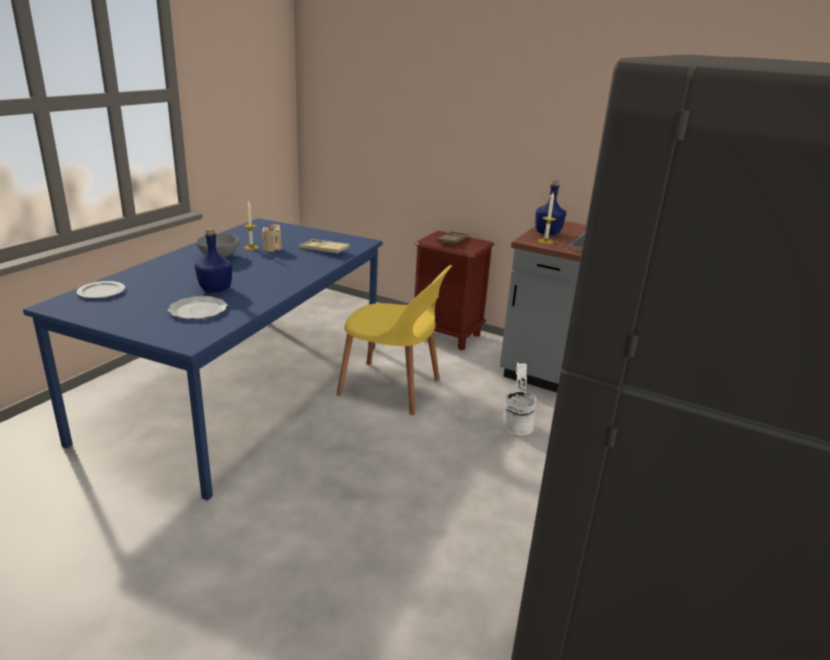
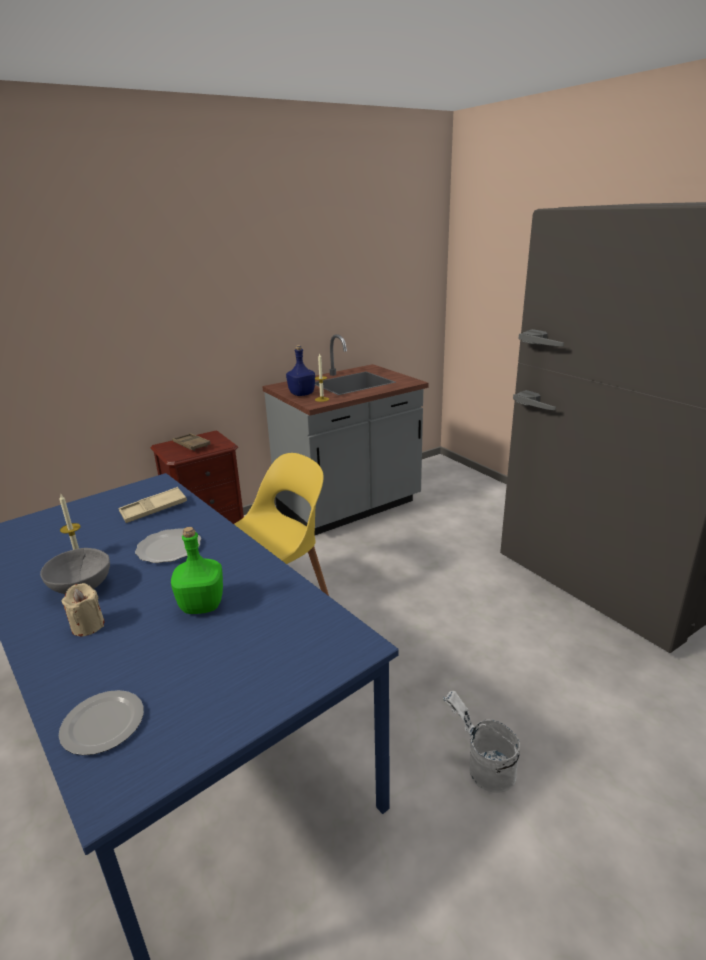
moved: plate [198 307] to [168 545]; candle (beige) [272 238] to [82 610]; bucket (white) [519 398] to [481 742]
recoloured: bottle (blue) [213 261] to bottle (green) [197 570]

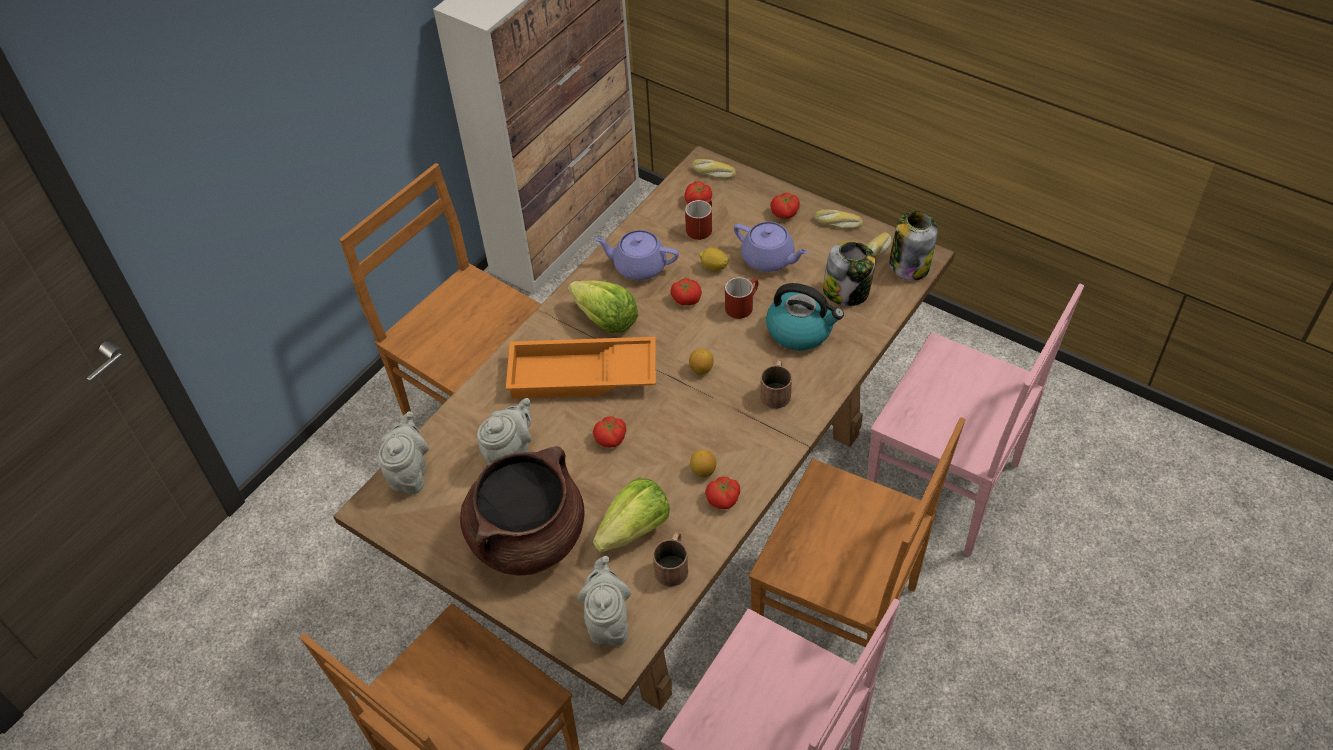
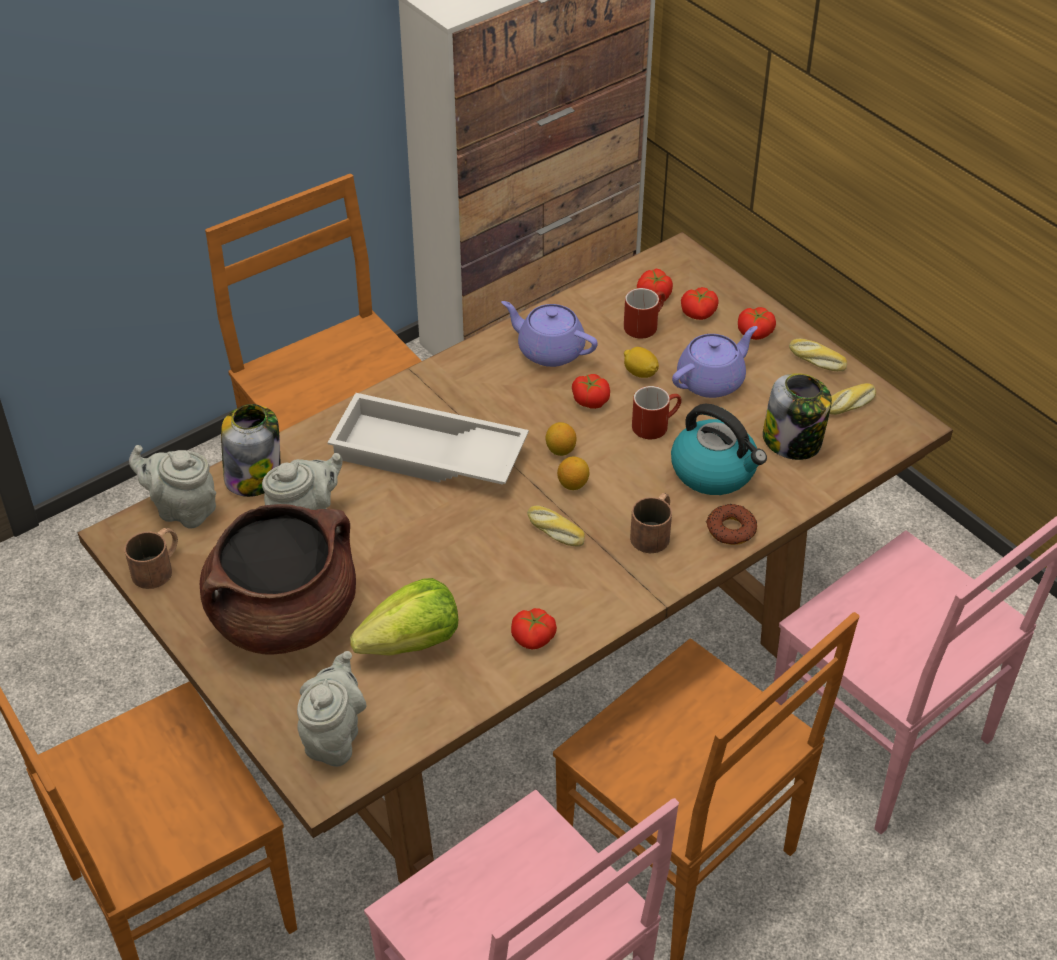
removed: lettuce [603 307]
added: donut [731 524]
moved: tomato [609 432] to [700 303]; mug (brown) [670 559] to [151 558]; lemon [703 463] to [560 439]; bread [714 169] to [556 526]; jar [913 246] to [251 450]
recoloured: tray (orange) [581 368] to tray (white) [428 439]
turned: teapot (grey) [404 452] = [172 487] 90 degrees counterclockwise; teapot (purple) [771 247] = [715 362] 90 degrees counterclockwise

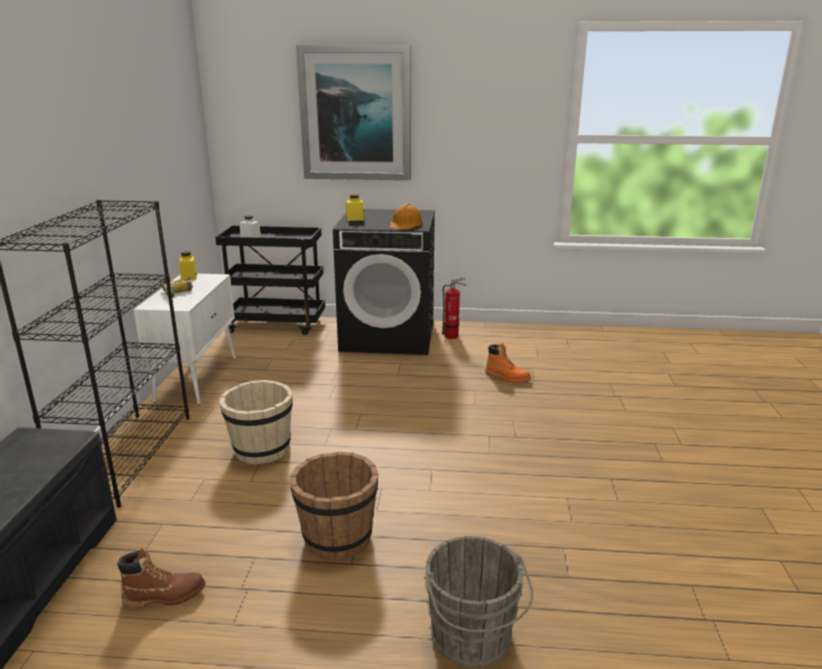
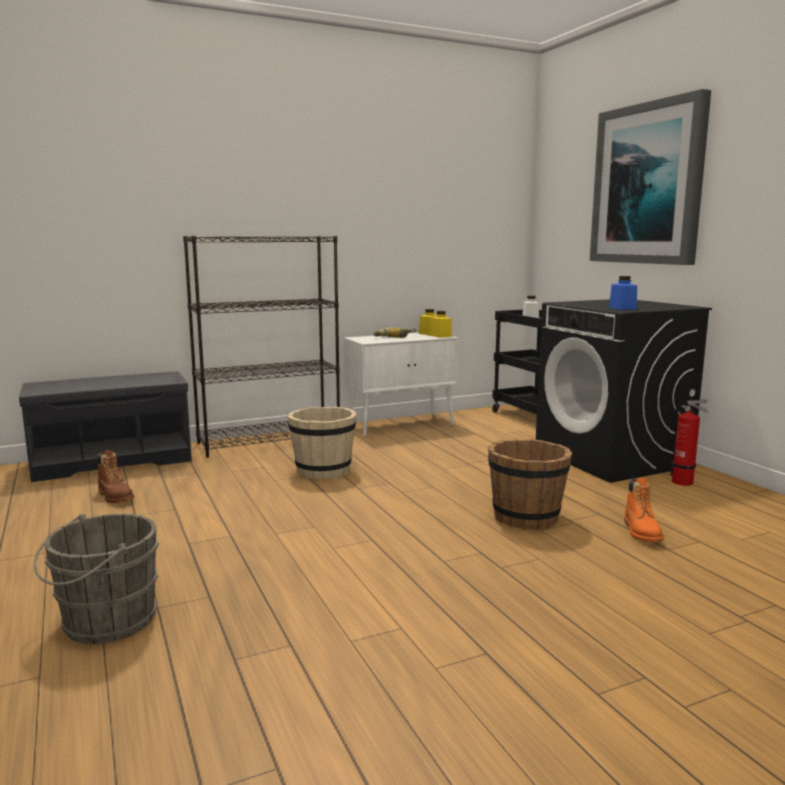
moved: bucket (brown) [334 506] to [530 484]; jar (yellow) [355 207] to [441 324]
replaced: hard hat (orange) [406 217] to jar (blue) [623 293]

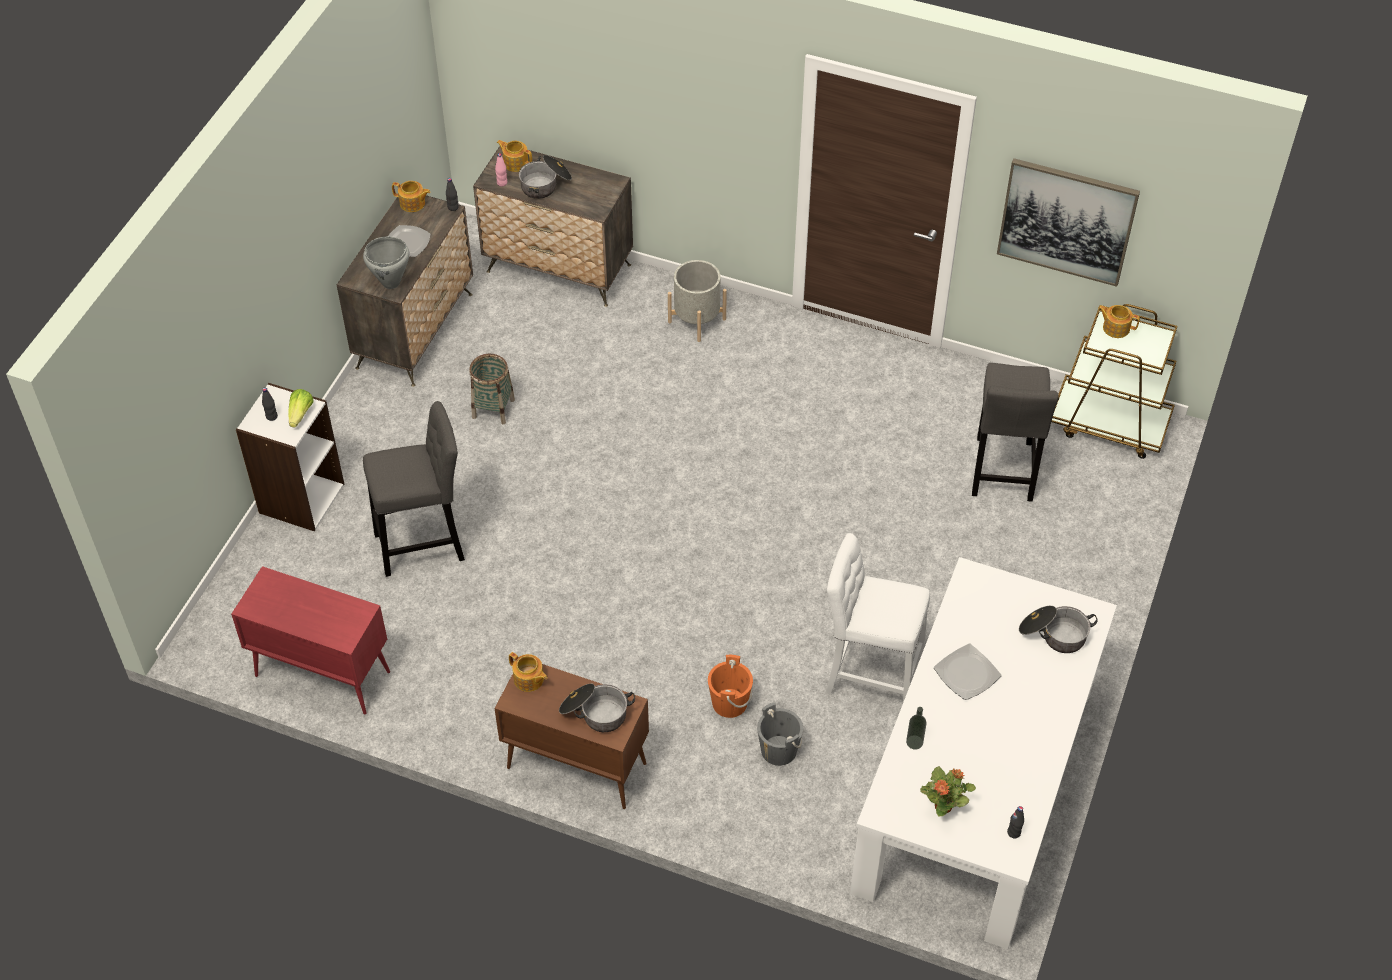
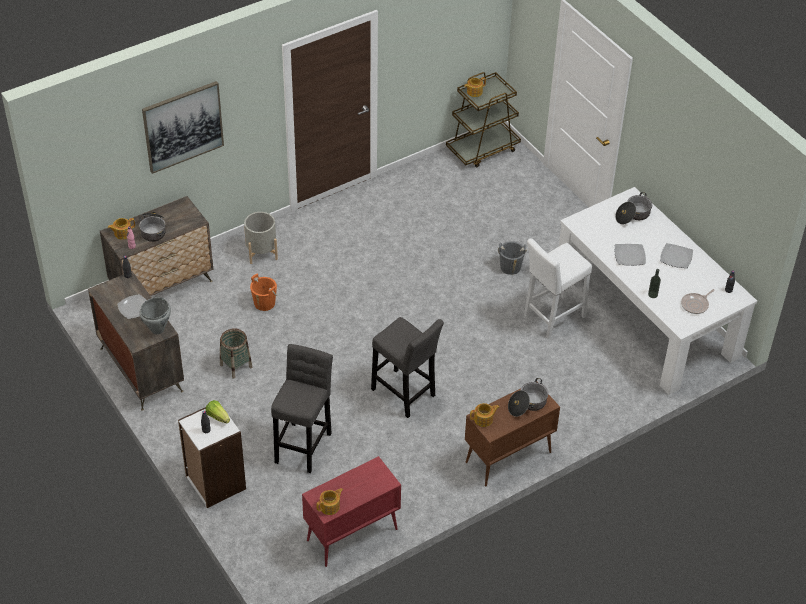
added: plate [676 255]
moved: teapot [411 196] to [329 501]; bucket (orange) [730 686] to [263 292]; bucket (grey) [780 734] to [512 258]; stool (grey) [1015 432] to [407 367]; picture [1068 222] to [183 127]
replaced: potted plant [948 791] to frying pan [698 301]

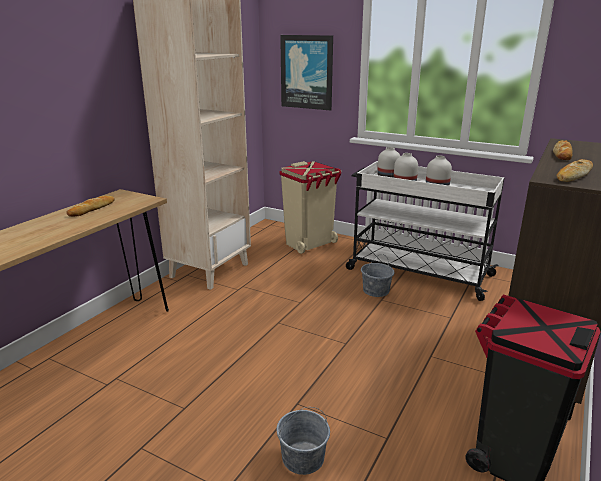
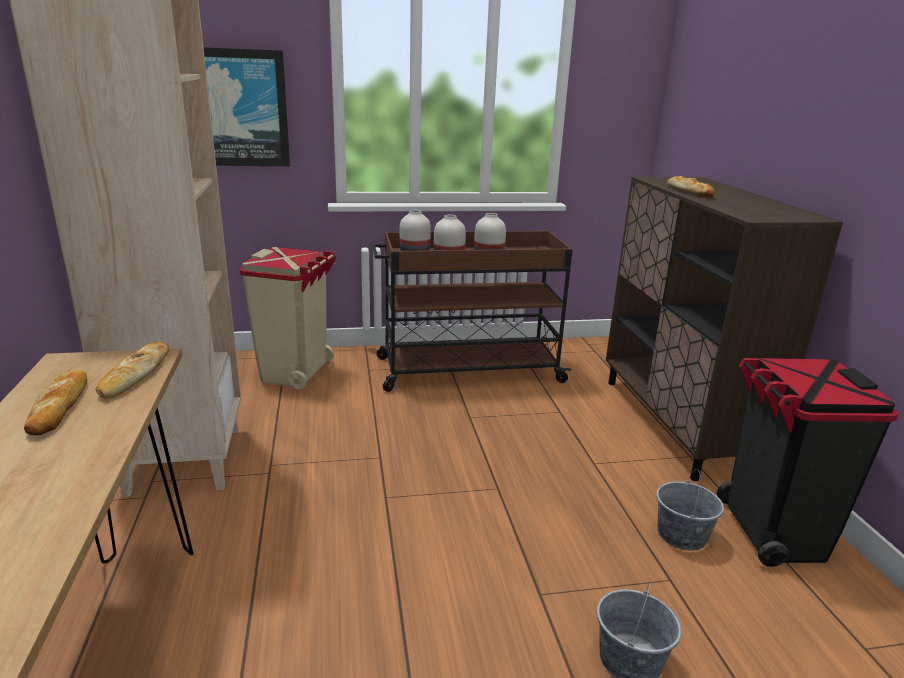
moved: bucket (grey) [377 275] to [690 509]; bread [574 170] to [132 370]
recoloured: cart (white) [425 231] to cart (brown) [472 311]

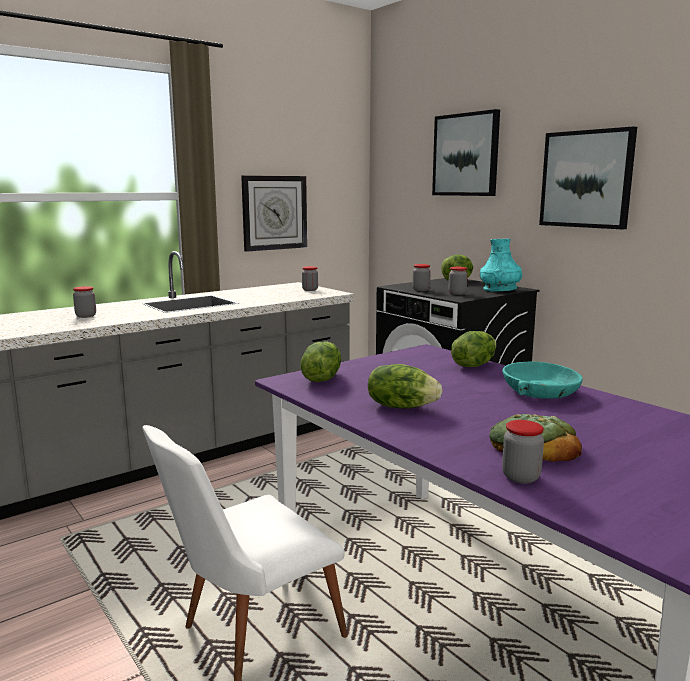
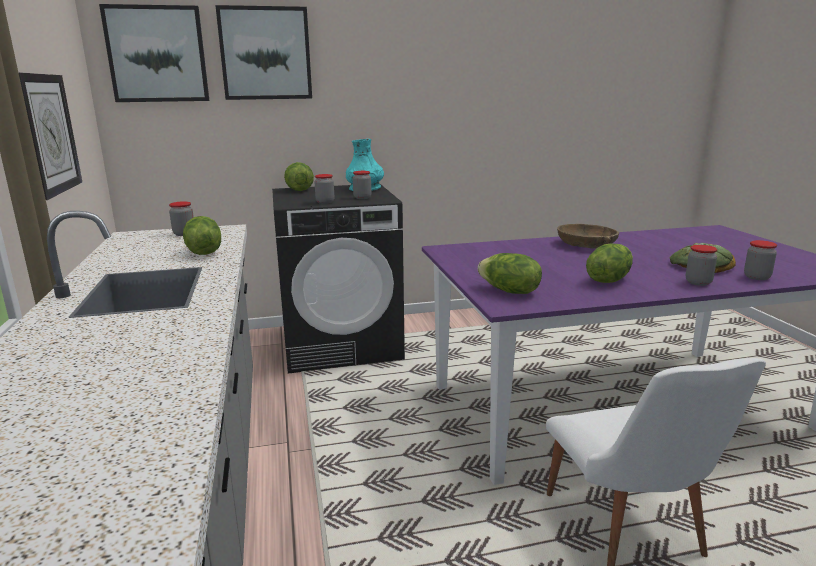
moved: jar [84 302] to [701 265]; lettuce [473 349] to [202 235]; picture [588 177] to [154 53]
recoloured: bowl (turquoise) [542 380] to bowl (brown) [588 236]

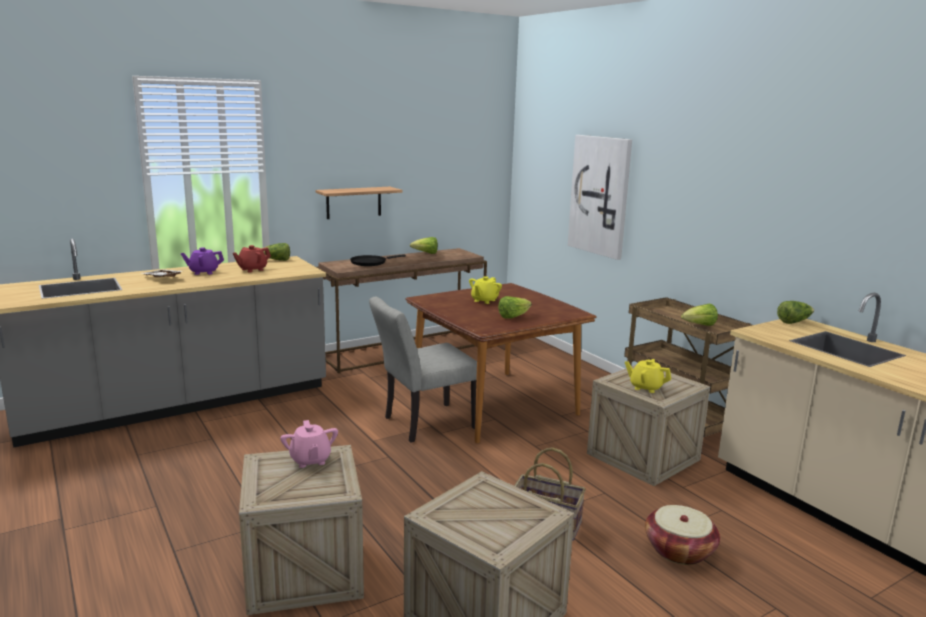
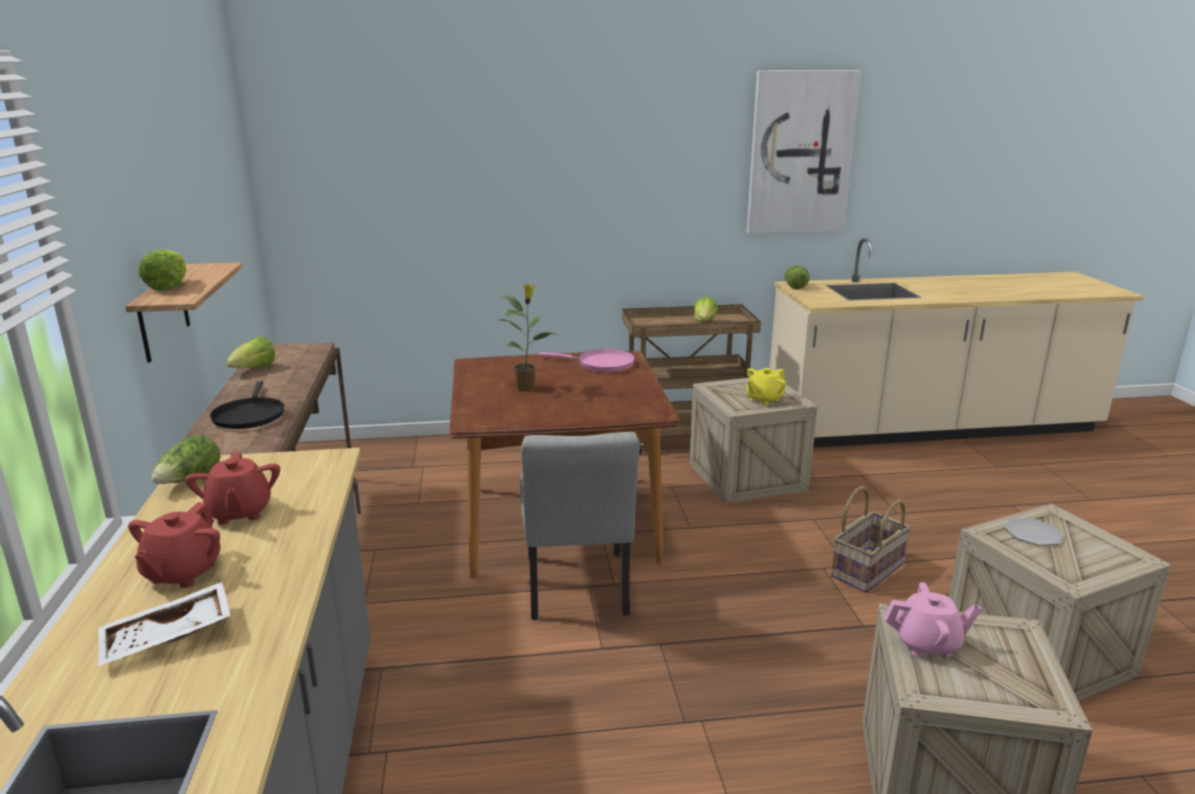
removed: basket [682 535]
added: frying pan (pink) [587 360]; plate [1034 532]
moved: lettuce [515 307] to [163 270]; picture [600 197] to [804 152]
replaced: teapot (yellow) [485 290] to potted plant [529 337]
recoloured: teapot (purple) [202 261] to teapot (red) [174 545]

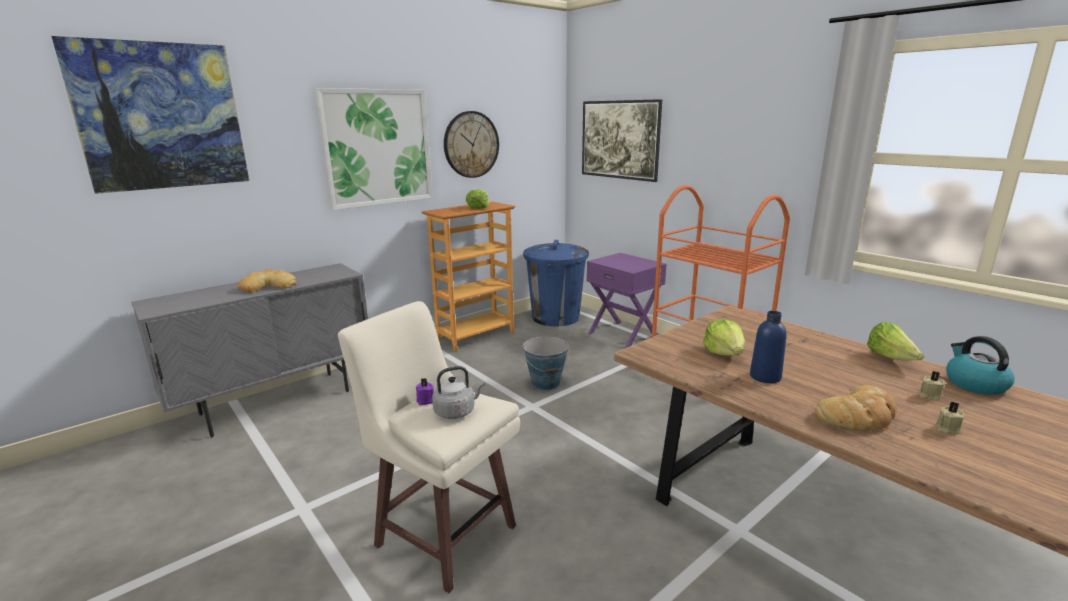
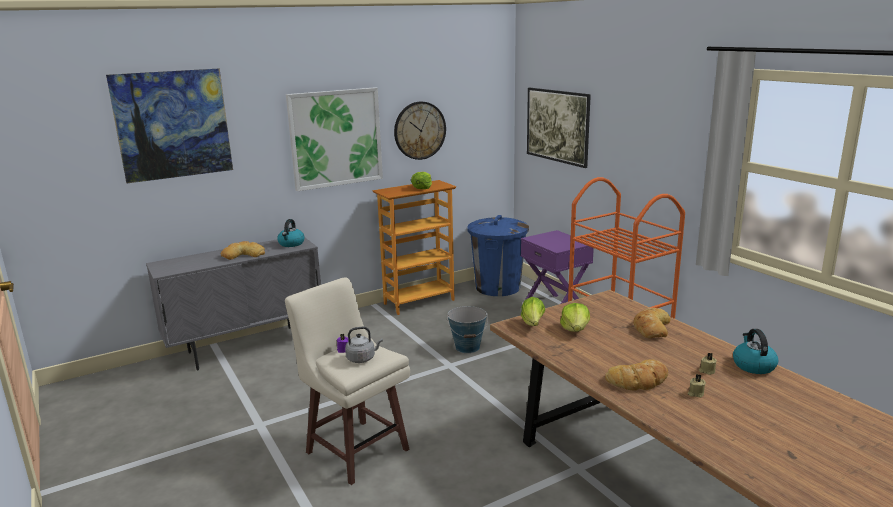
removed: bottle (blue) [768 347]
added: kettle [291 233]; bread [651 323]
moved: lettuce [895 341] to [533 311]

